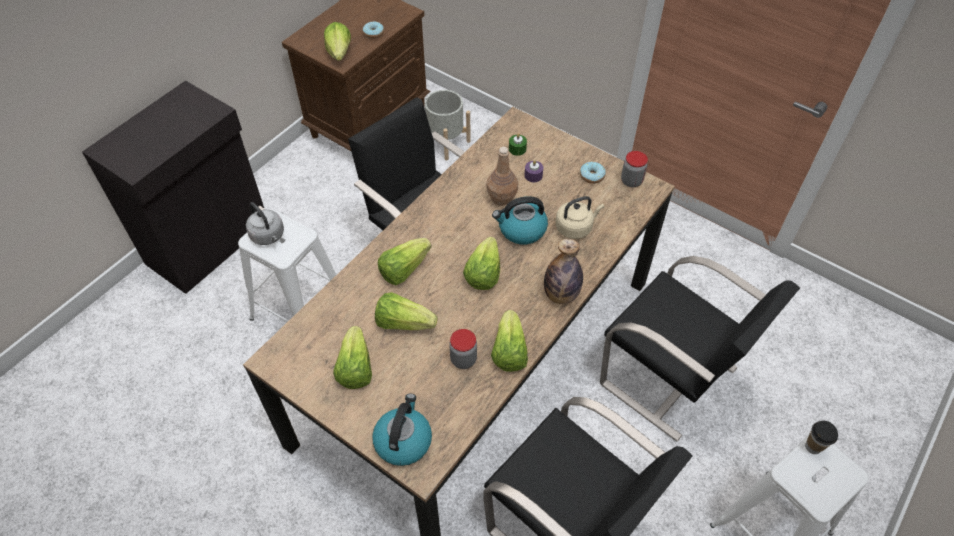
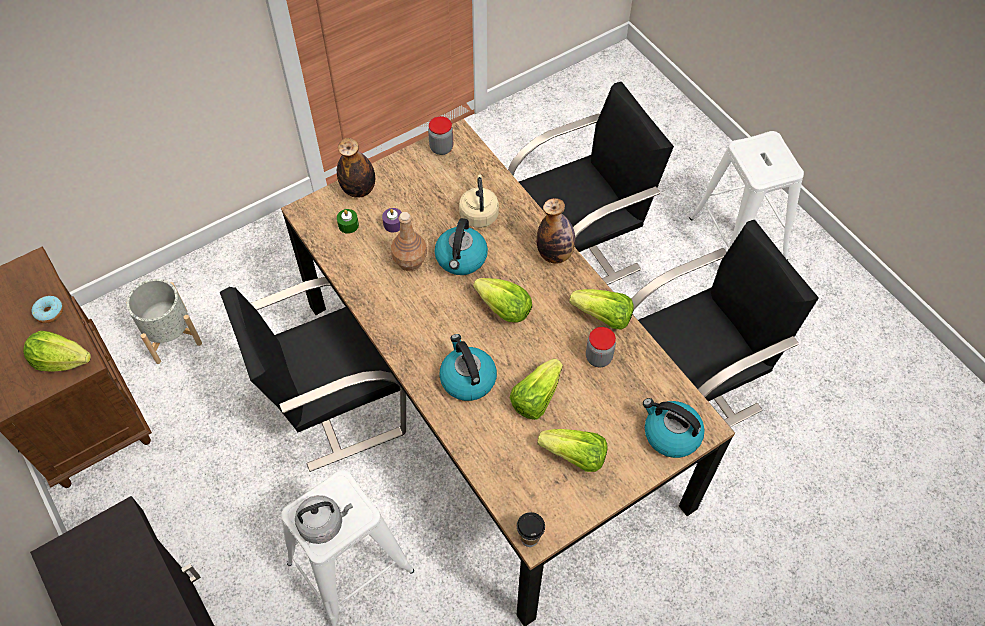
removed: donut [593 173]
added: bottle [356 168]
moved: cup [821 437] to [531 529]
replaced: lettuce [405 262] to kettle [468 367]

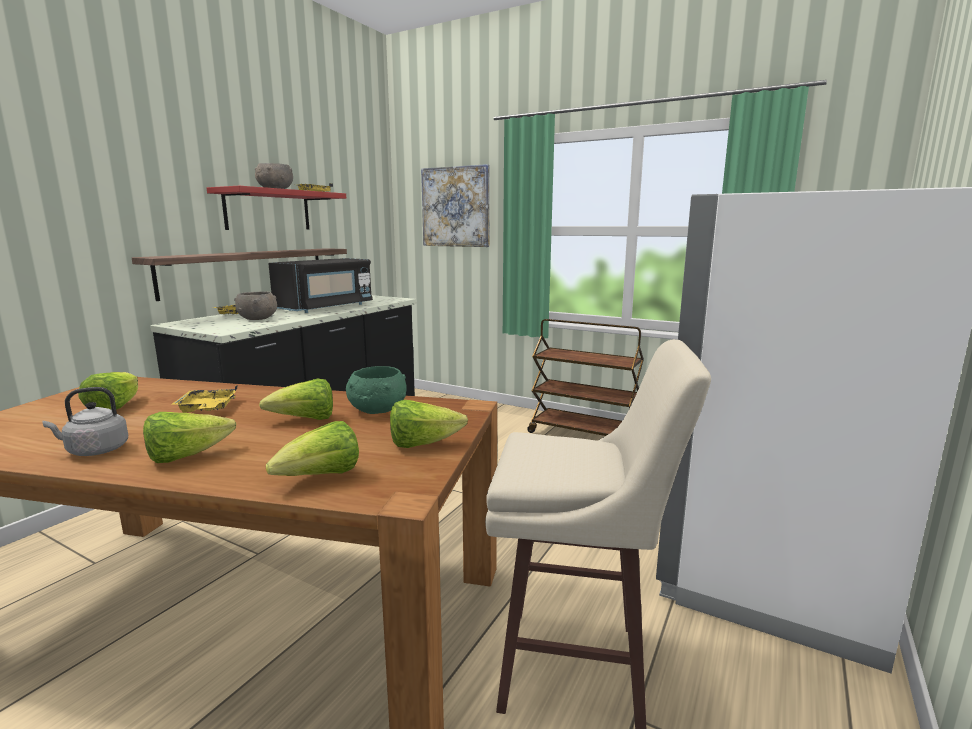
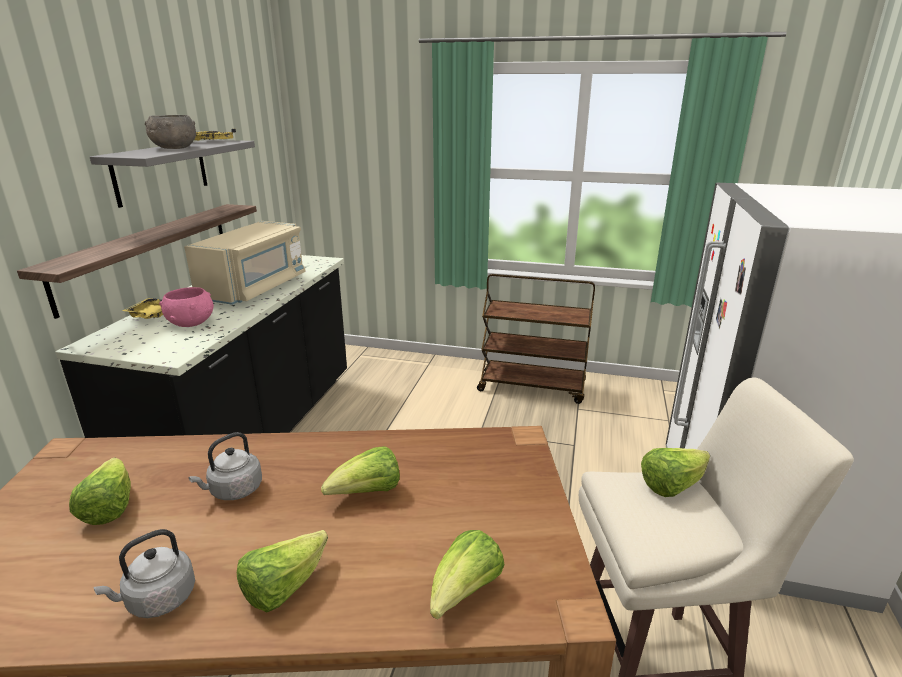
removed: bowl (green) [376 390]; picture [455 205]
moved: lettuce [429 424] to [675 472]
replaced: tray (yellow) [204 399] to kettle (grey) [225 466]
recoloured: shelf (red) [276 208] to shelf (grey) [172 174]; bowl (grey) [255 305] to bowl (pink) [186 307]; microwave (black) [320 285] to microwave (beige) [245 263]

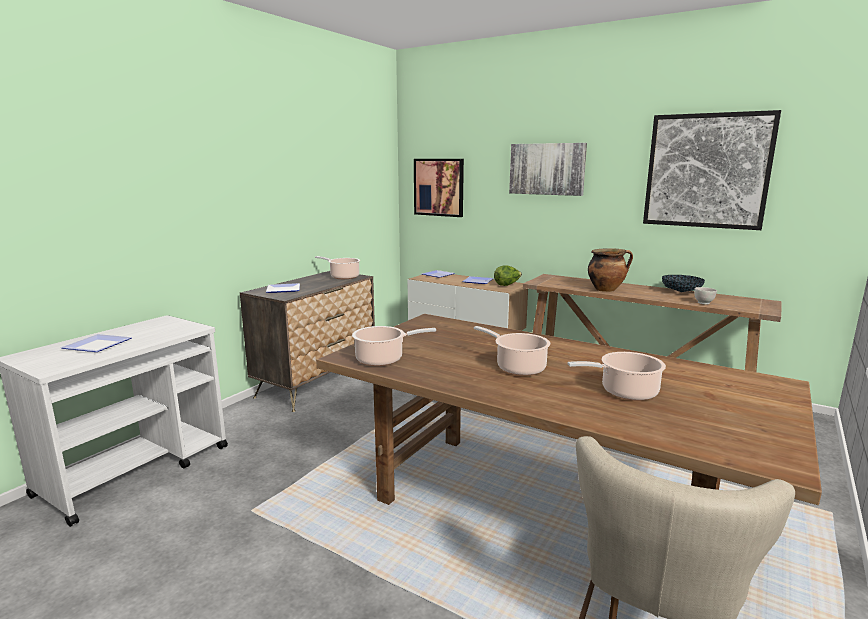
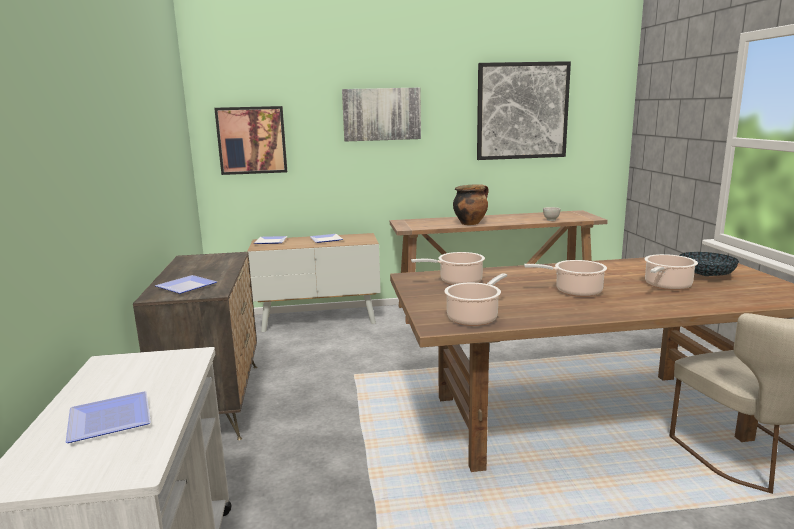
removed: lettuce [508 275]
moved: cooking pot [337 267] to [448 268]; bowl [683 283] to [709 264]

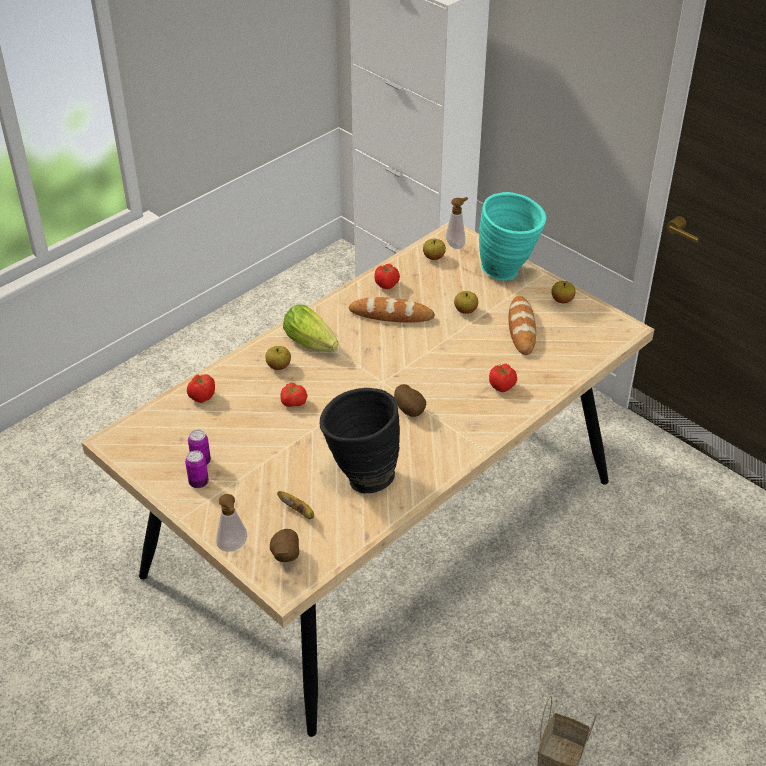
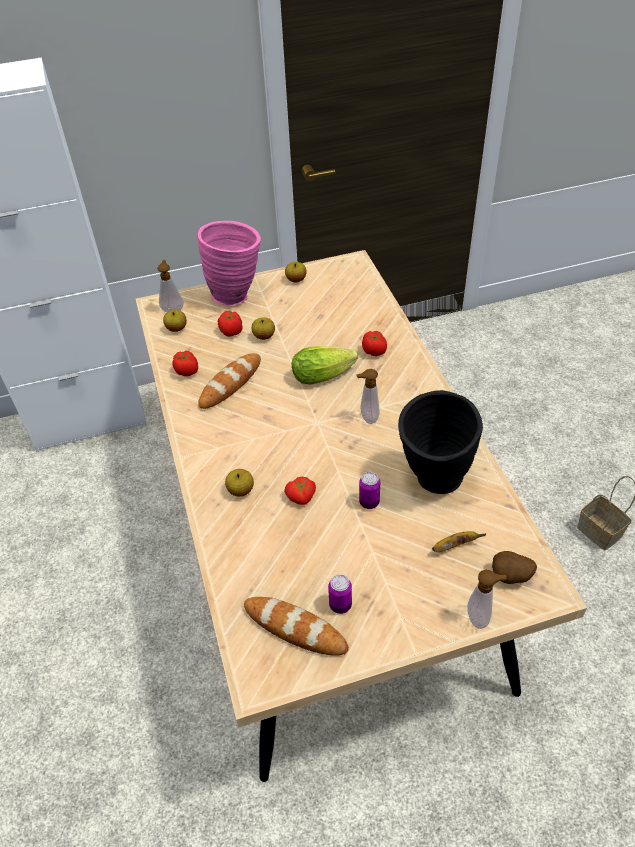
moved: can [197 469] to [369 490]; tomato [201 388] to [230 324]; lettuce [311 328] to [325 365]; bread [522 325] to [296 626]
replaced: potato [410 400] to soap dispenser [368 396]
recoloured: vase (turquoise) [513 236] to vase (pink) [229 263]

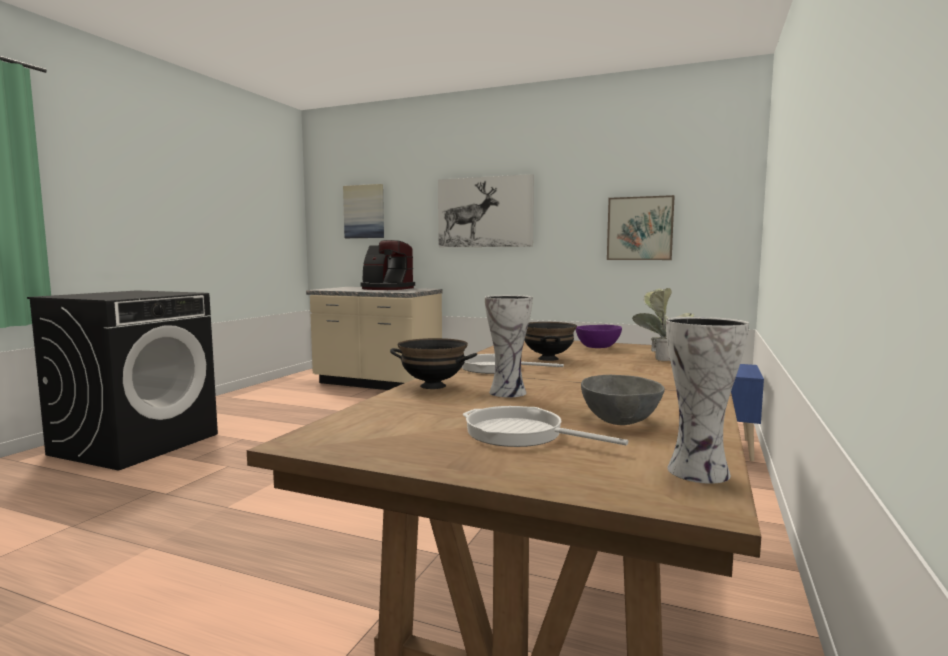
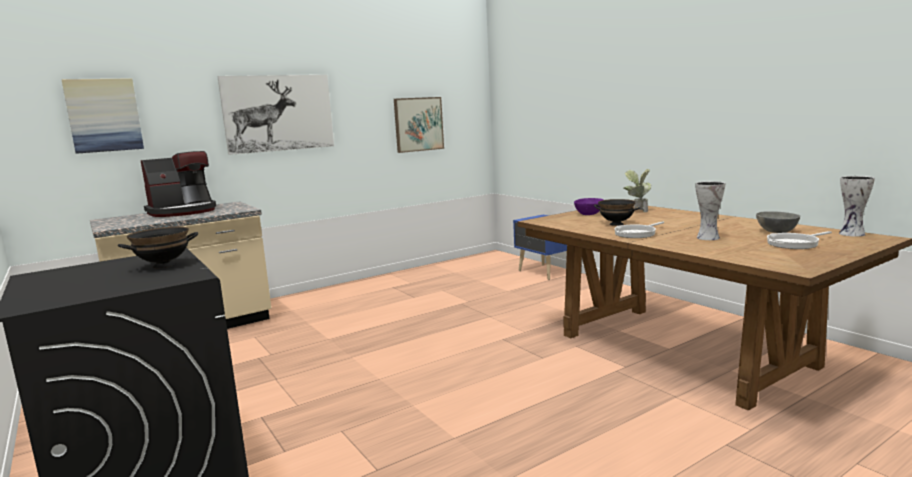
moved: bowl (black) [433 363] to [158 247]

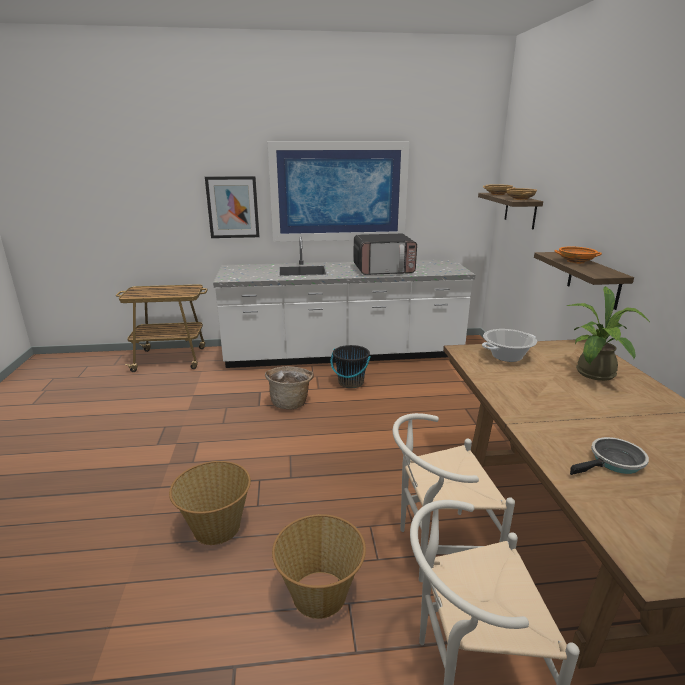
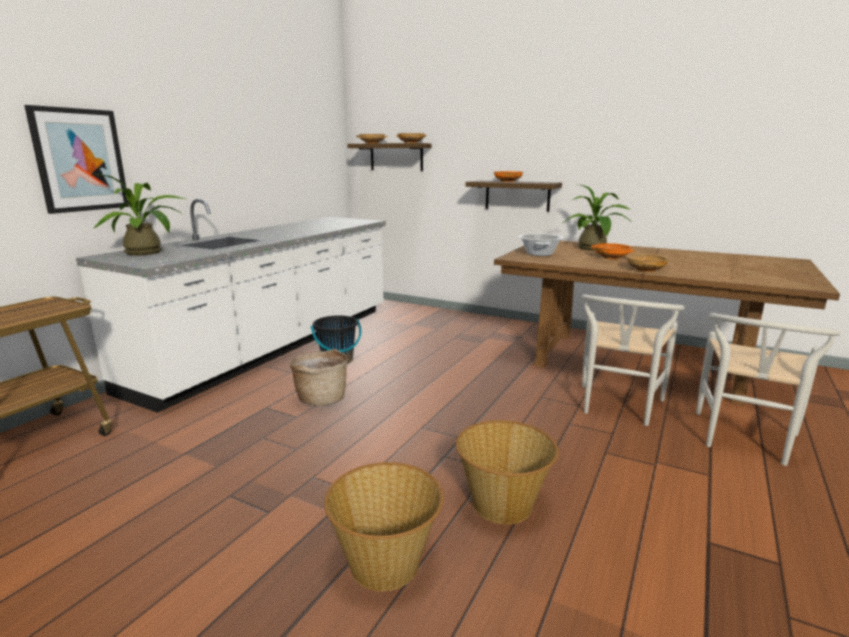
removed: picture [338 191]; microwave [385 254]; frying pan [609 456]
added: potted plant [139 215]; bowl (orange) [613 251]; bowl (beige) [647 263]
moved: basket [319 566] to [384 526]

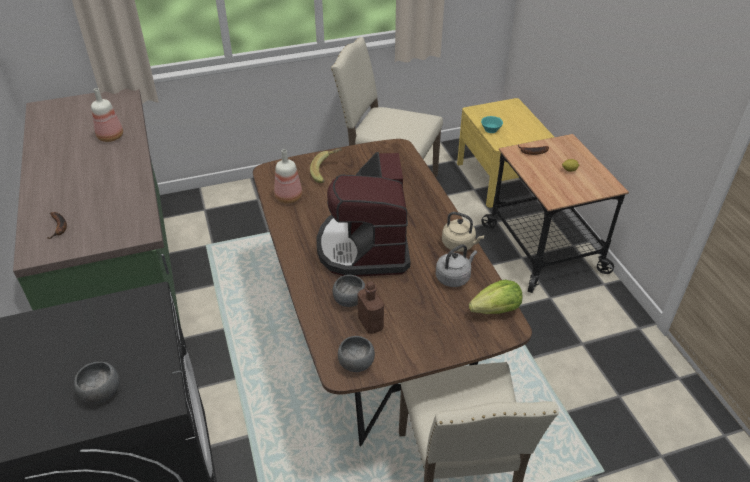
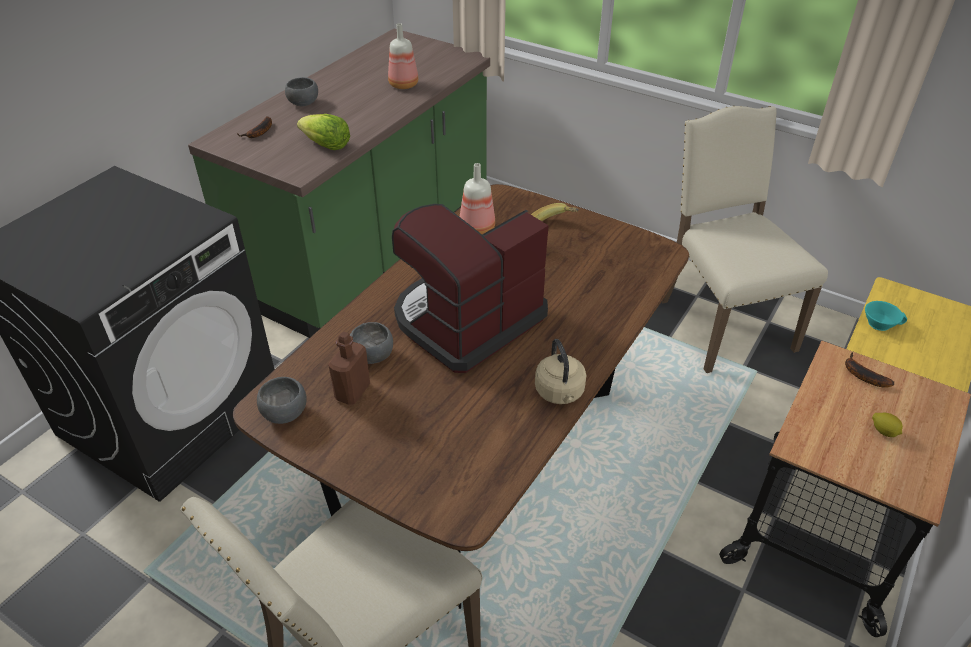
removed: kettle (grey) [456 265]
moved: bowl (grey) [96 382] to [301 91]; lettuce [495 297] to [323 132]

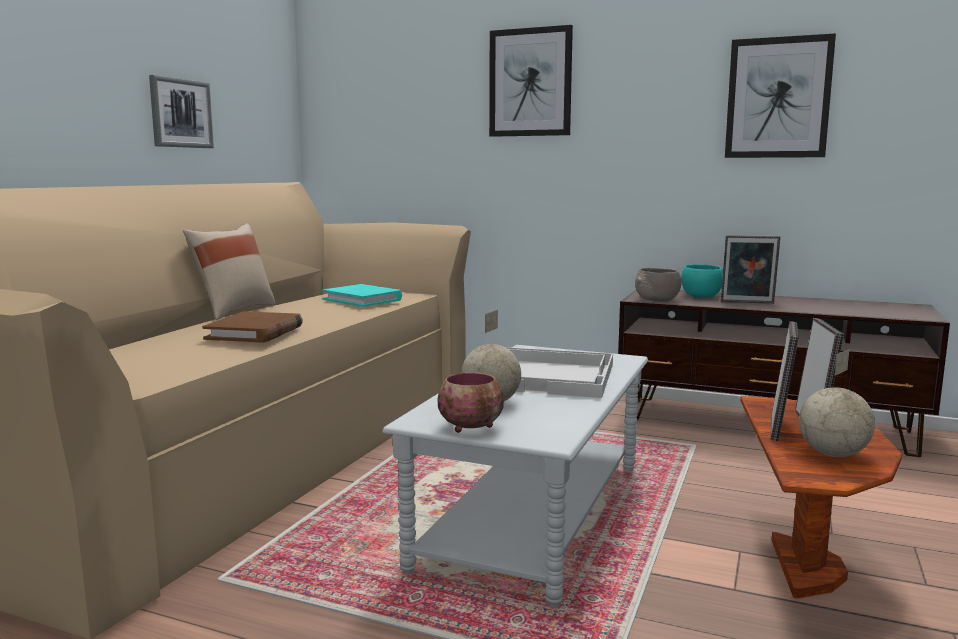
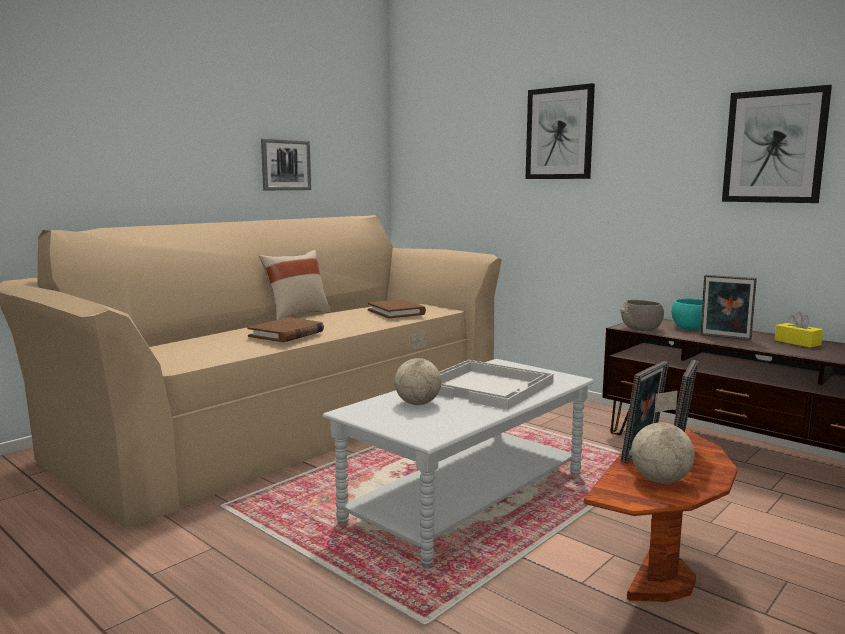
removed: bowl [471 402]
added: tissue box (yellow) [798 330]
recoloured: book (turquoise) [362 295] to book (brown) [397 308]

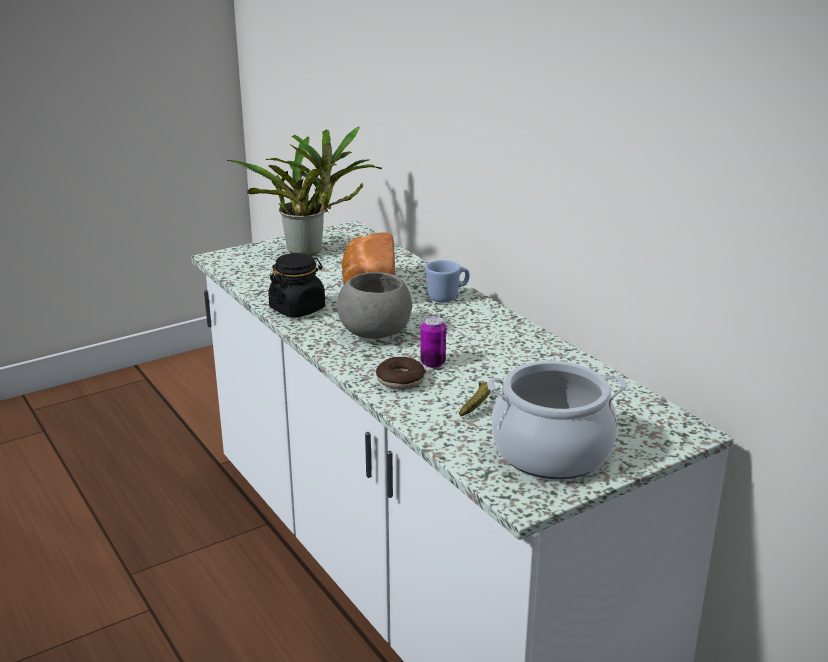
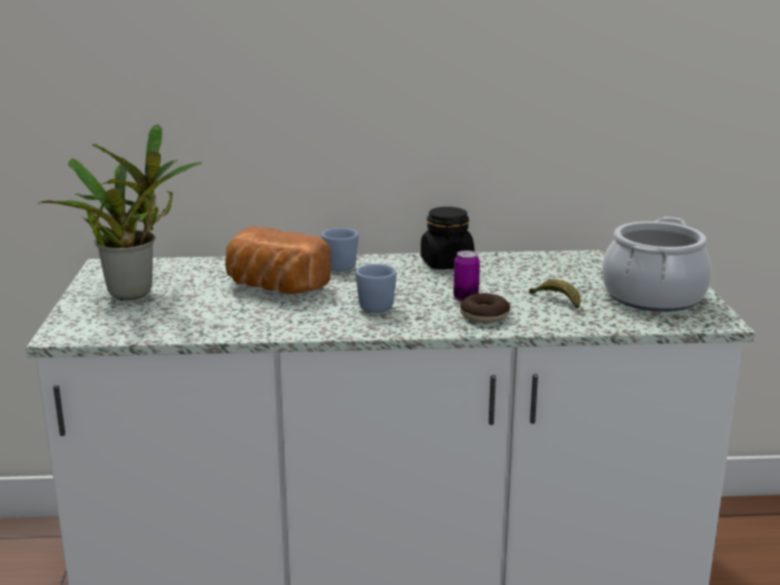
moved: jar (black) [296 285] to [447 238]
replaced: bowl (grey) [374 305] to mug (blue) [376 288]

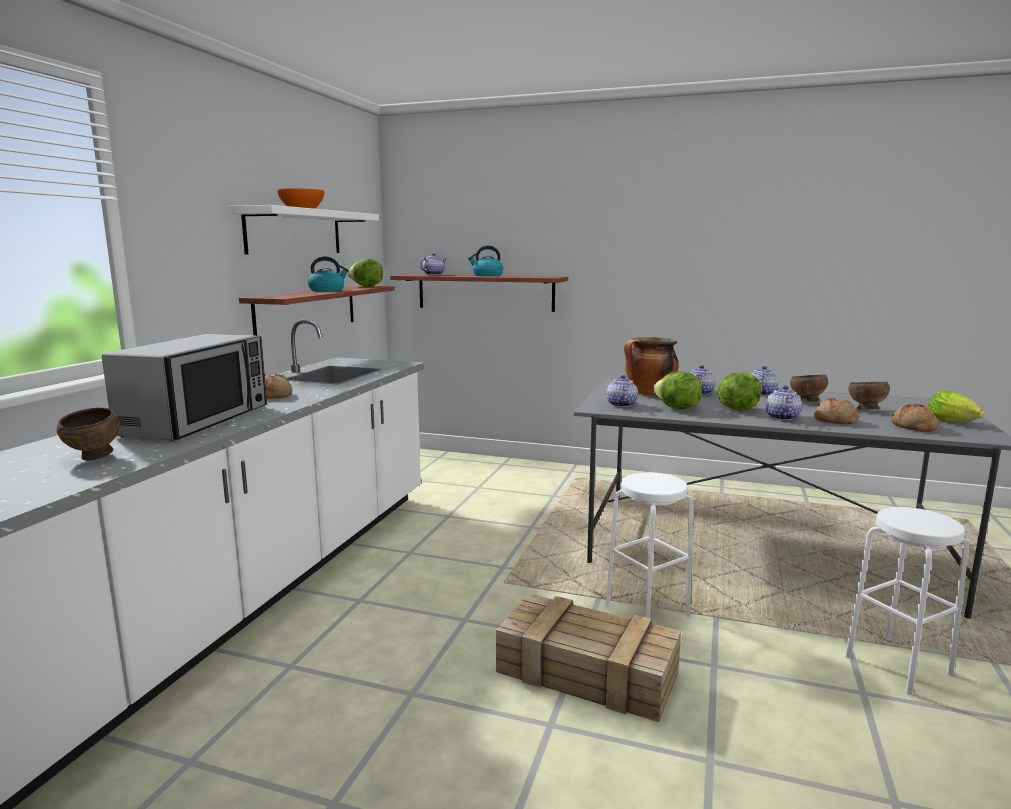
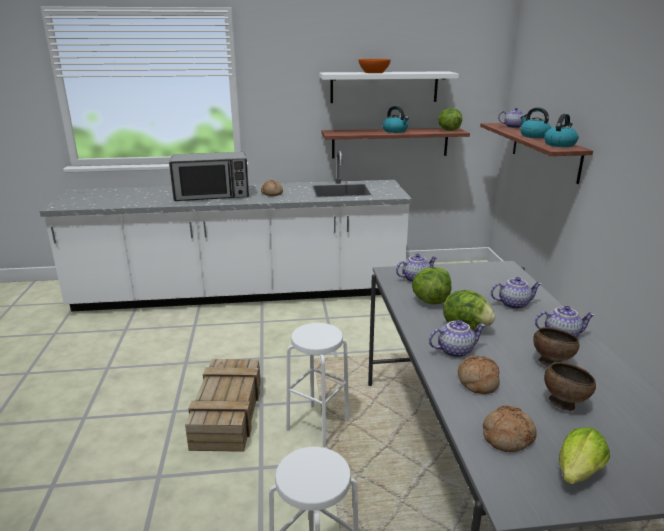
removed: bowl (brown) [88 434]; cooking pot [651 366]
added: kettle [561 130]

